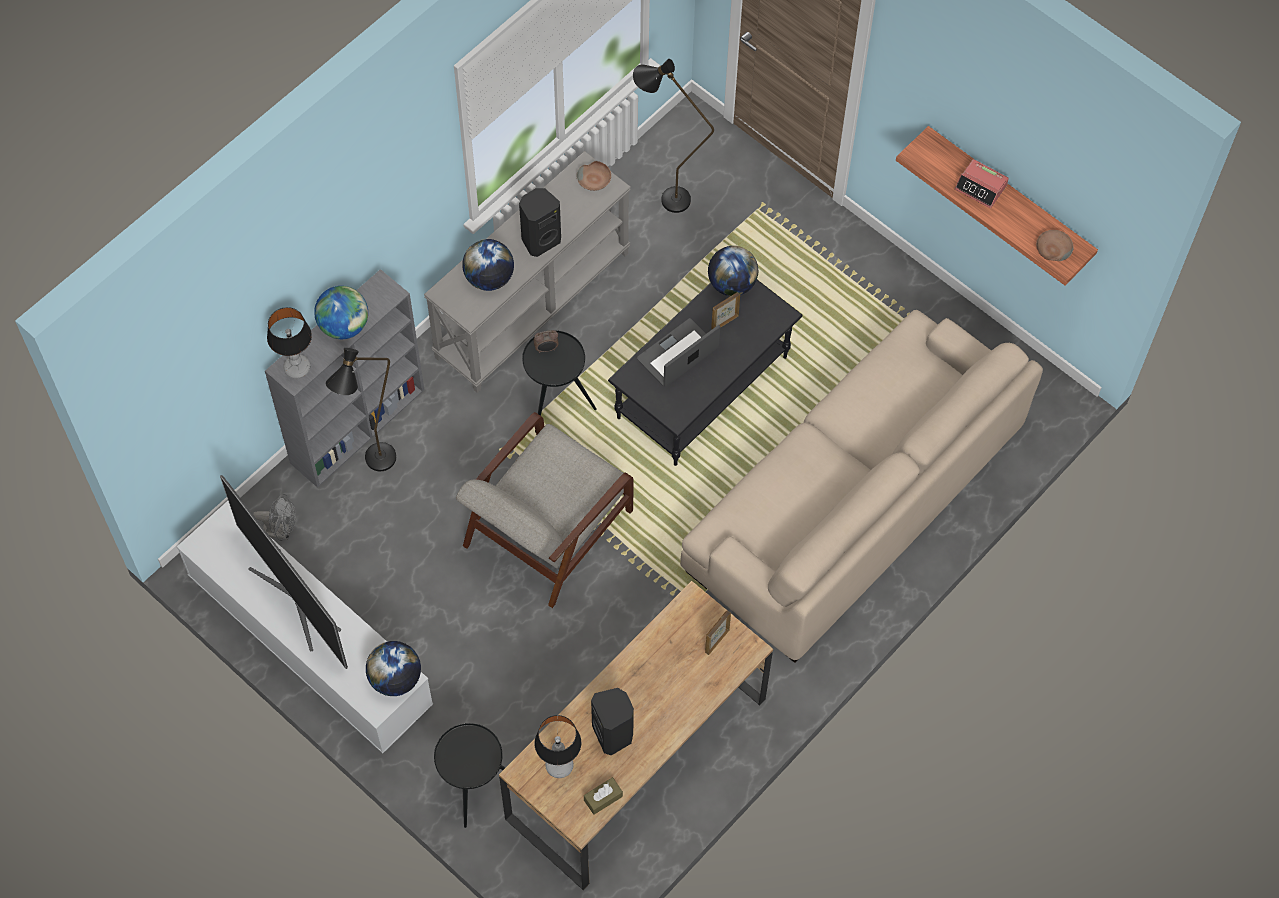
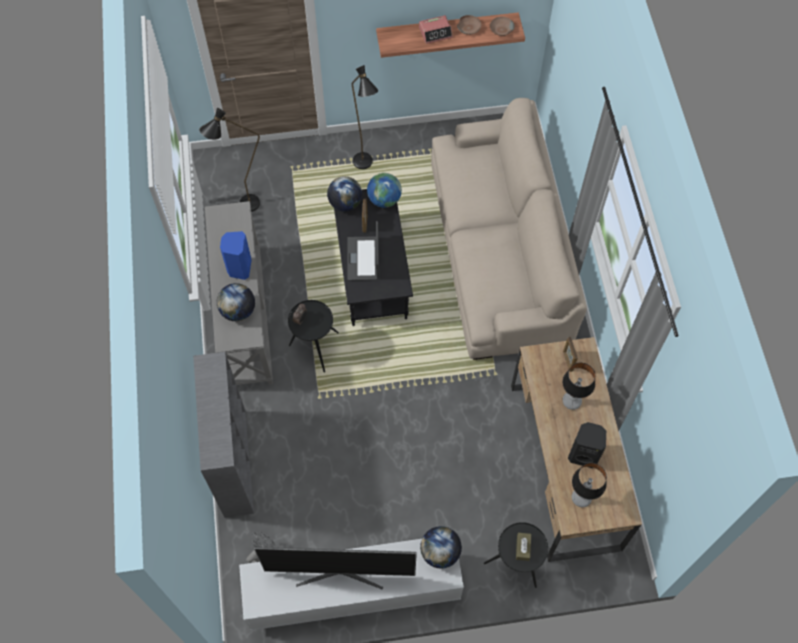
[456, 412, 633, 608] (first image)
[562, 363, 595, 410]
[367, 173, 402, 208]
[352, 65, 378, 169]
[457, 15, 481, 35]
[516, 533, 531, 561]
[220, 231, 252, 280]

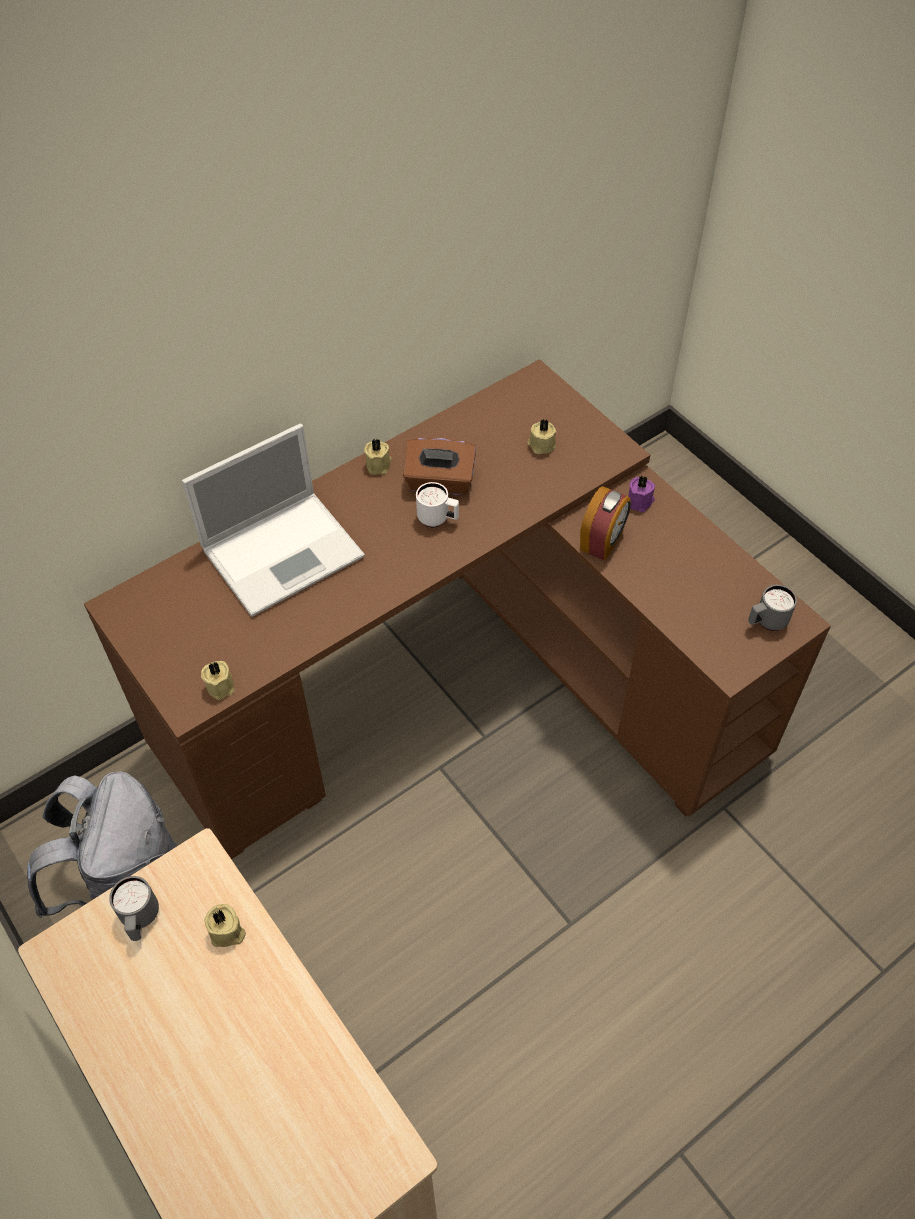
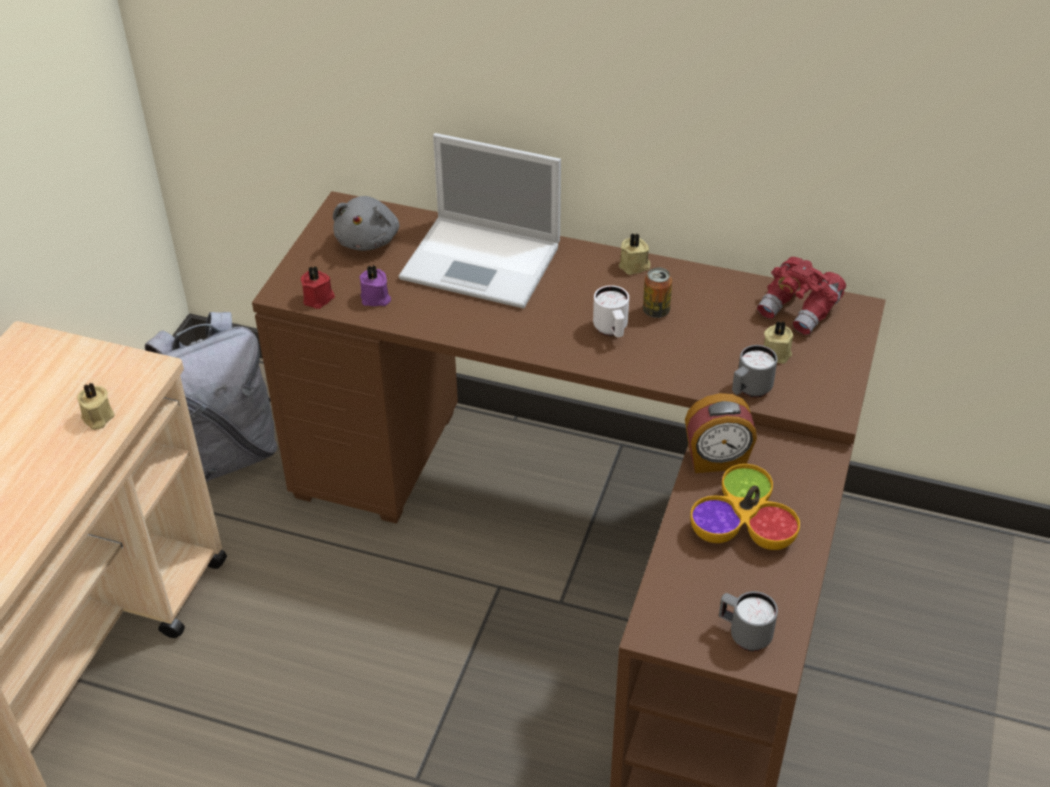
[333, 196, 399, 251]
[690, 464, 800, 550]
[757, 257, 846, 335]
[732, 345, 777, 398]
[359, 265, 391, 306]
[643, 267, 672, 318]
[301, 266, 335, 309]

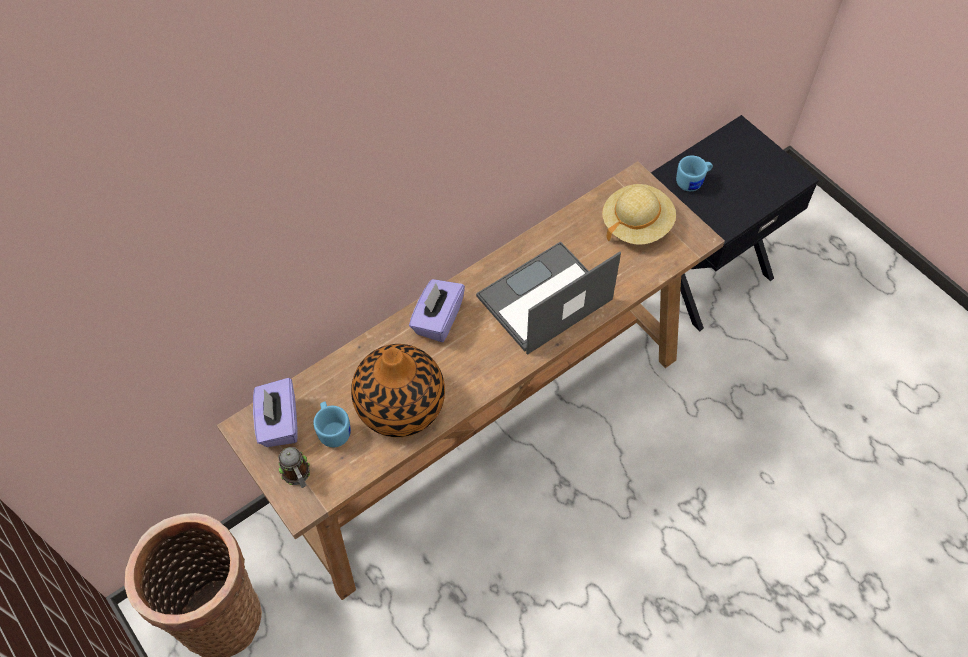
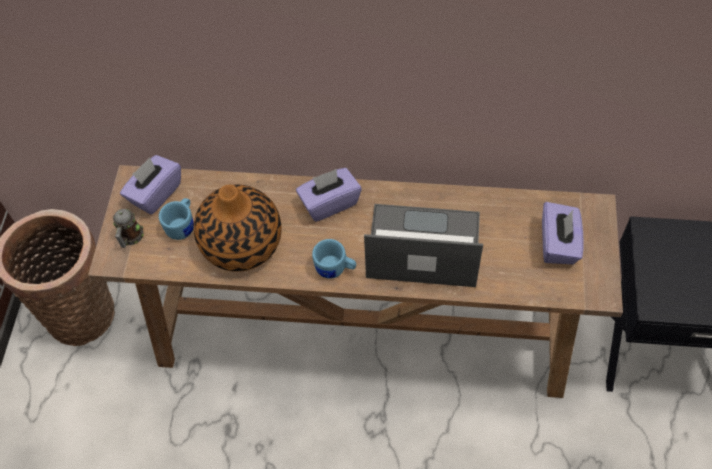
[312, 239, 356, 279]
[542, 202, 583, 264]

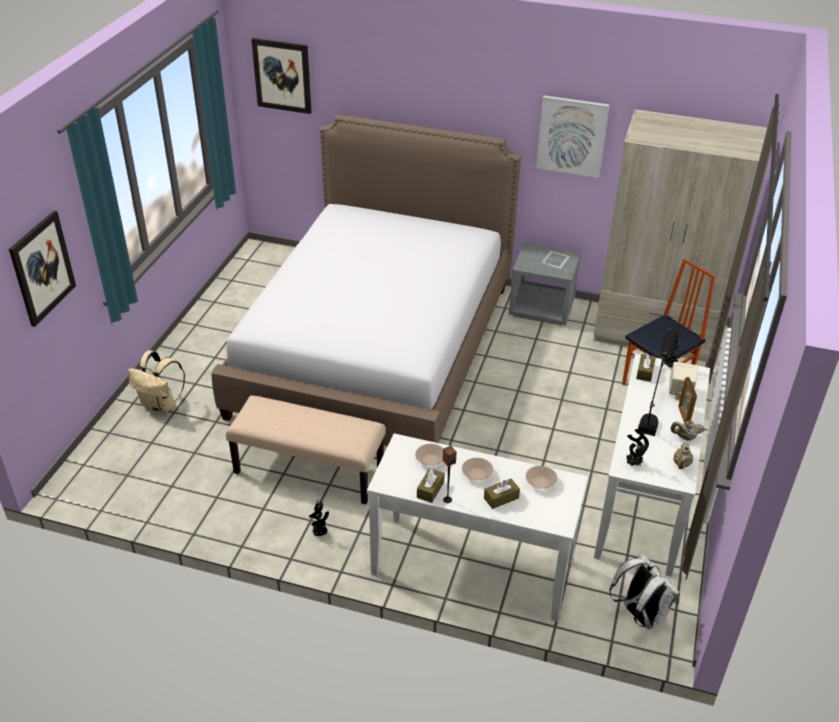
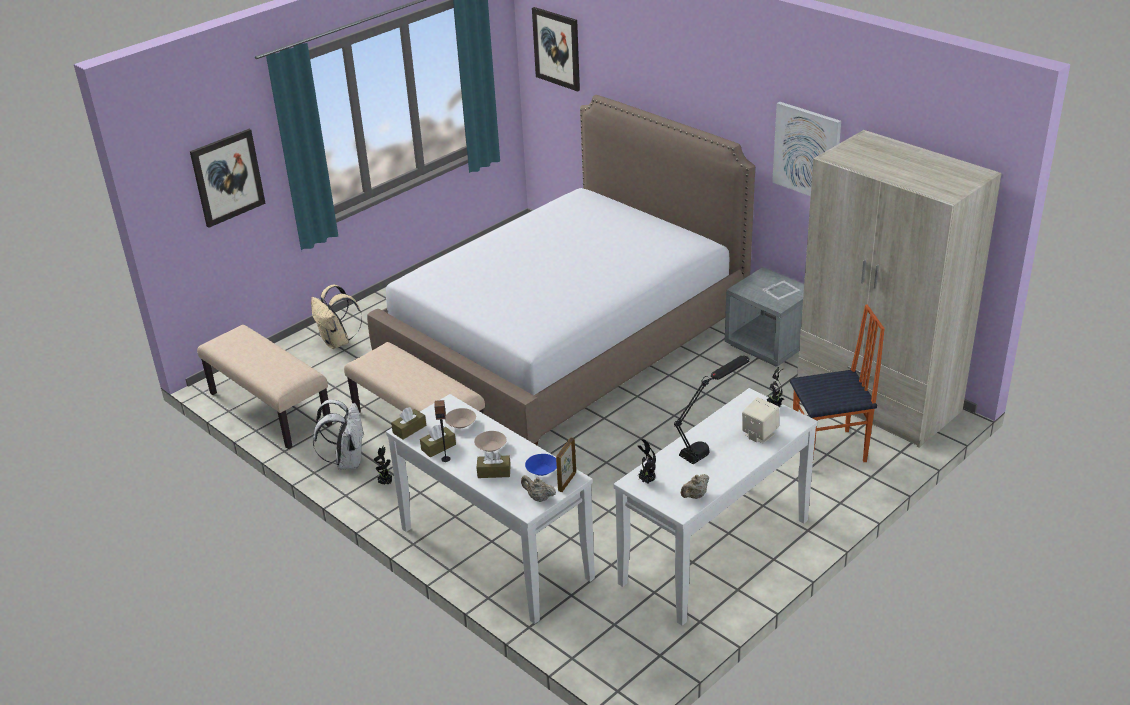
[197, 325, 332, 449]
[313, 400, 365, 470]
[391, 407, 426, 439]
[521, 475, 556, 502]
[556, 437, 576, 492]
[525, 454, 557, 476]

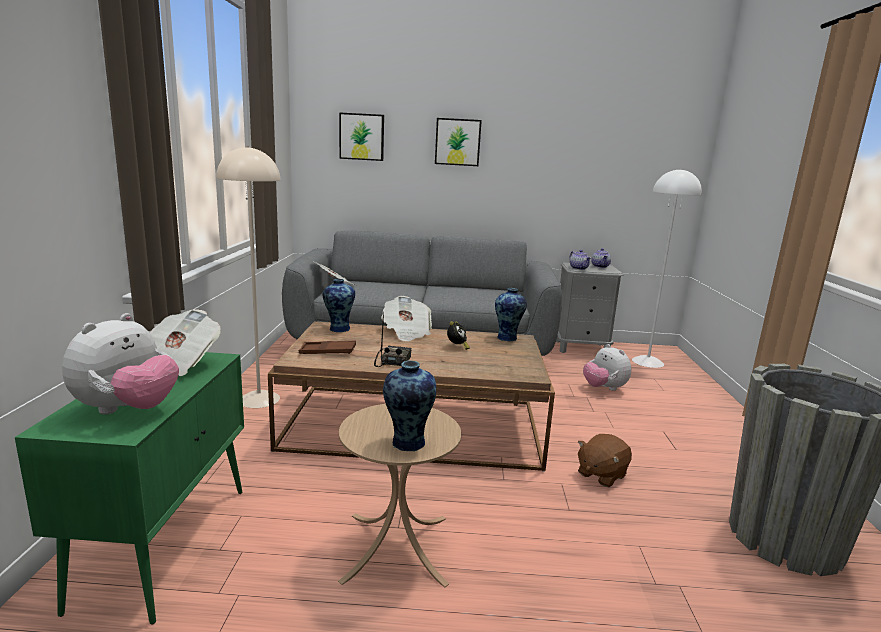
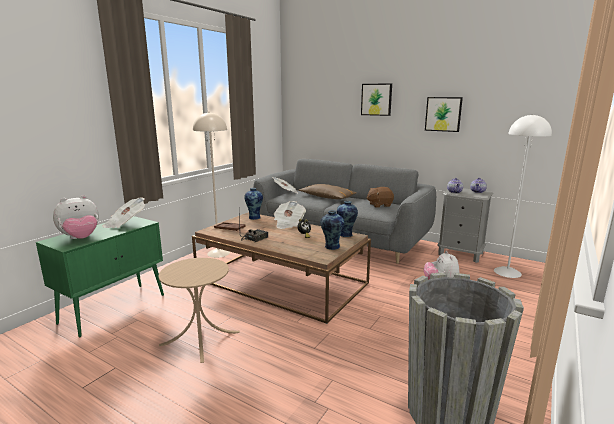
[298, 184, 357, 199]
[425, 97, 463, 132]
[320, 210, 344, 250]
[367, 187, 394, 208]

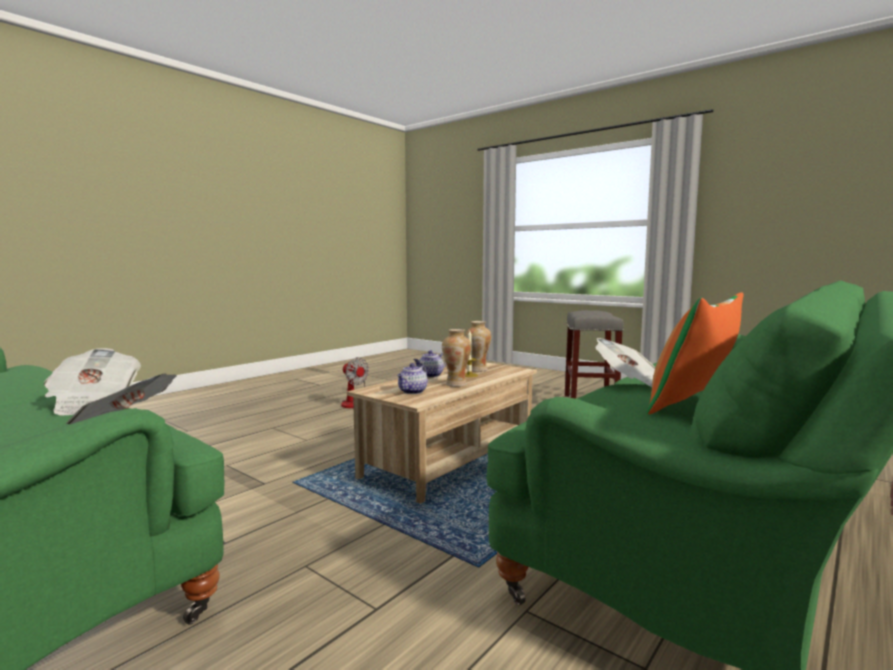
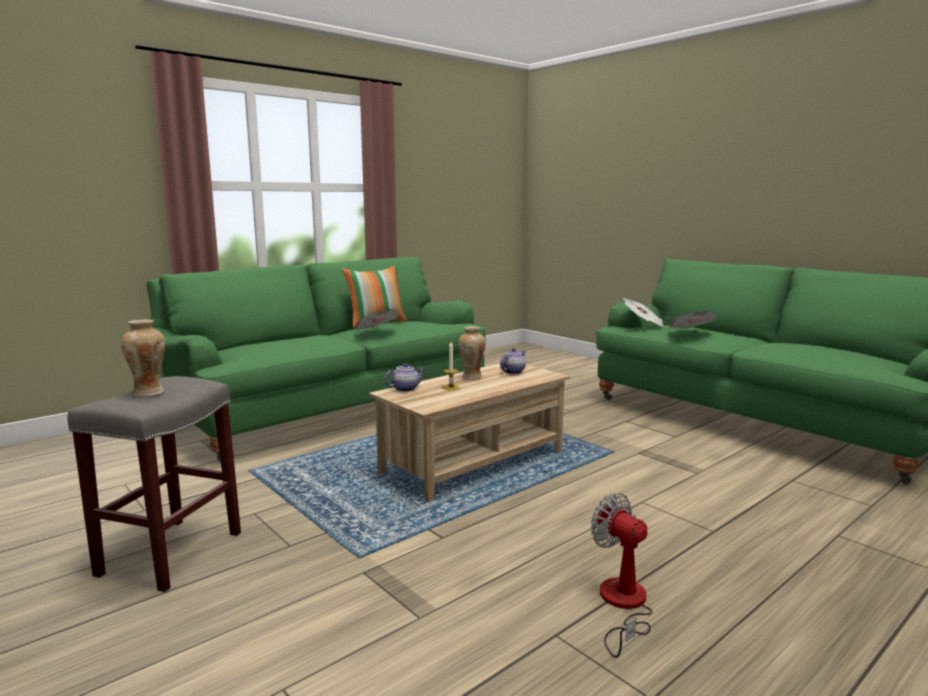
[384, 363, 425, 392]
[121, 320, 165, 397]

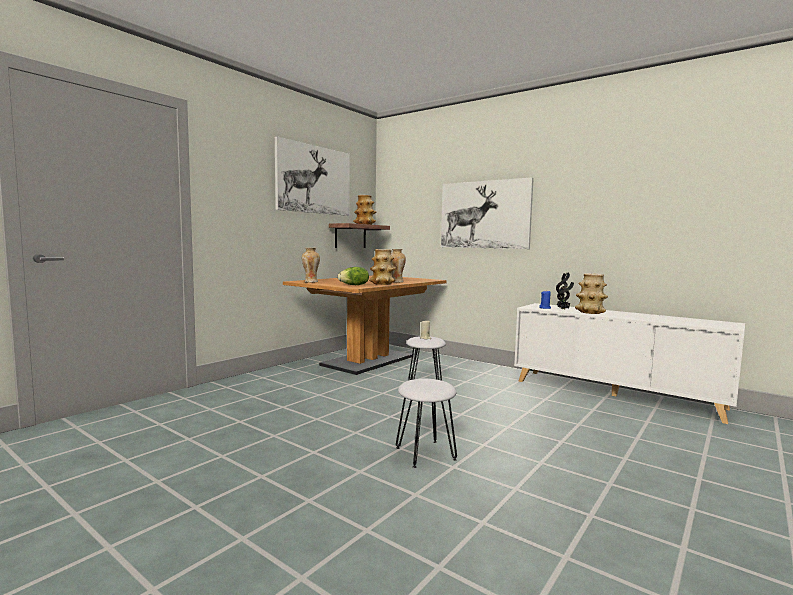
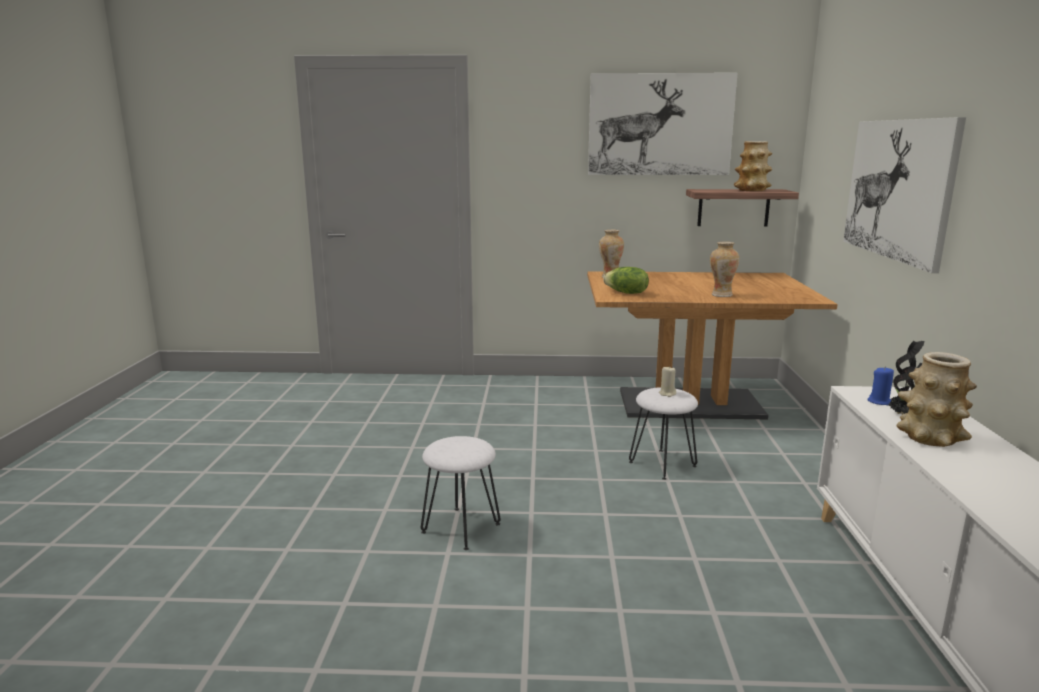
[369, 249, 396, 285] (first image)

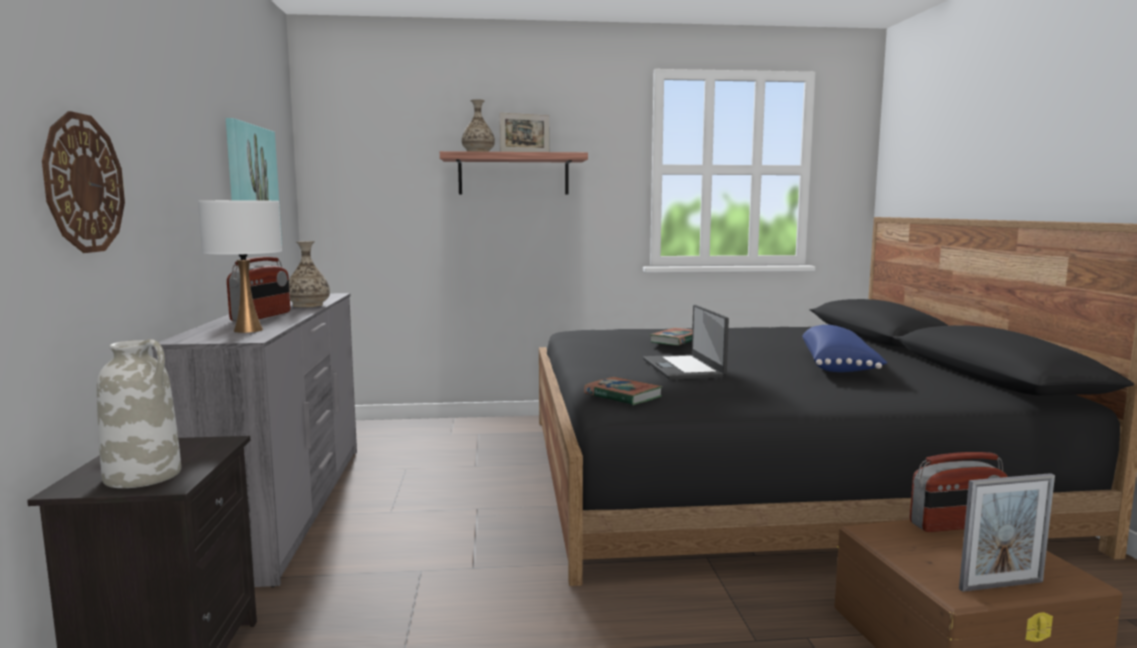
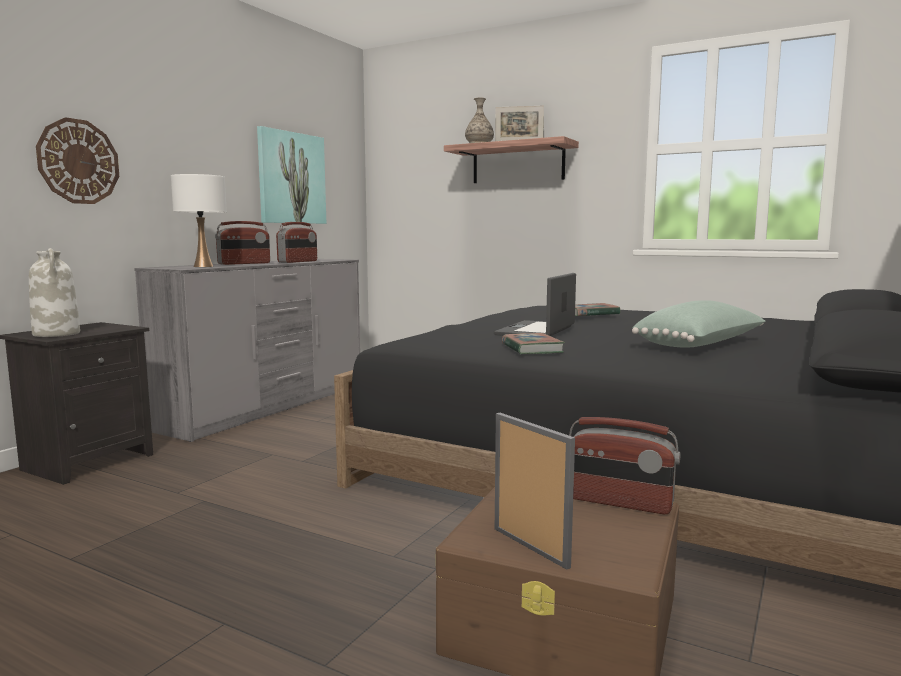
[502, 333, 565, 354]
[276, 222, 317, 263]
[632, 300, 766, 348]
[495, 413, 575, 570]

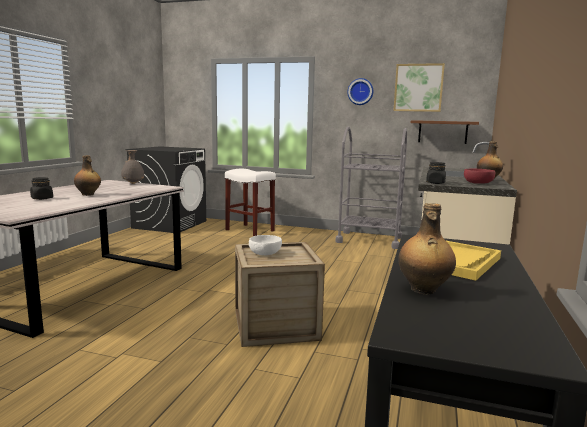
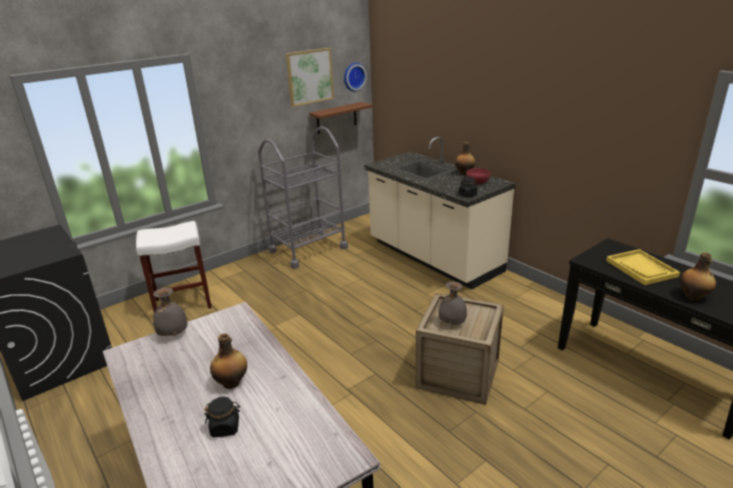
[344, 63, 367, 92]
[439, 282, 467, 325]

